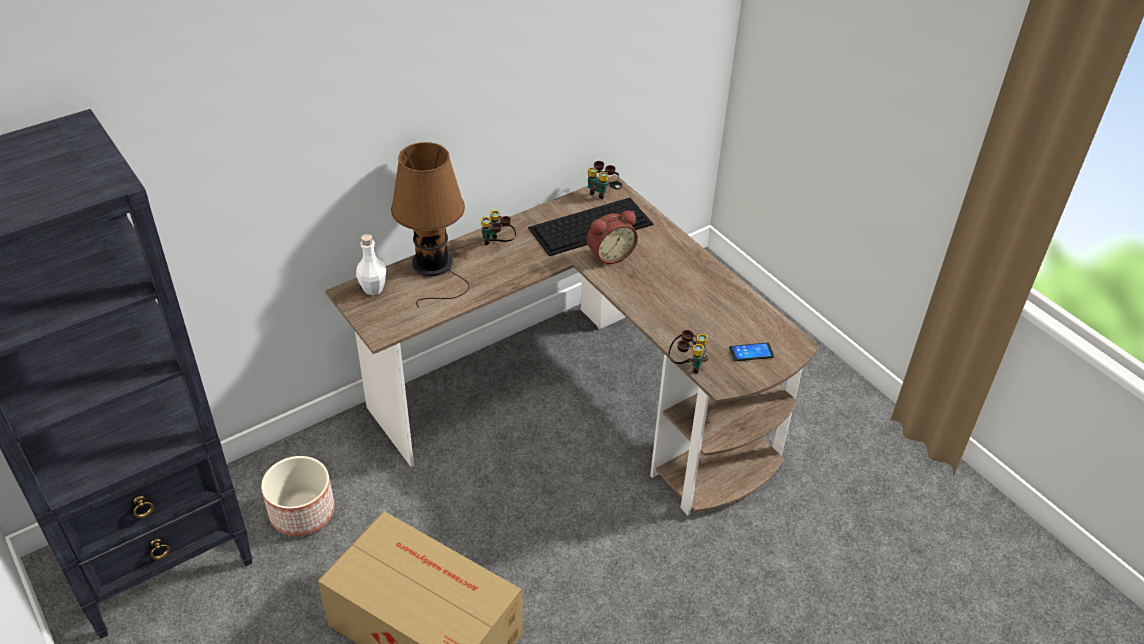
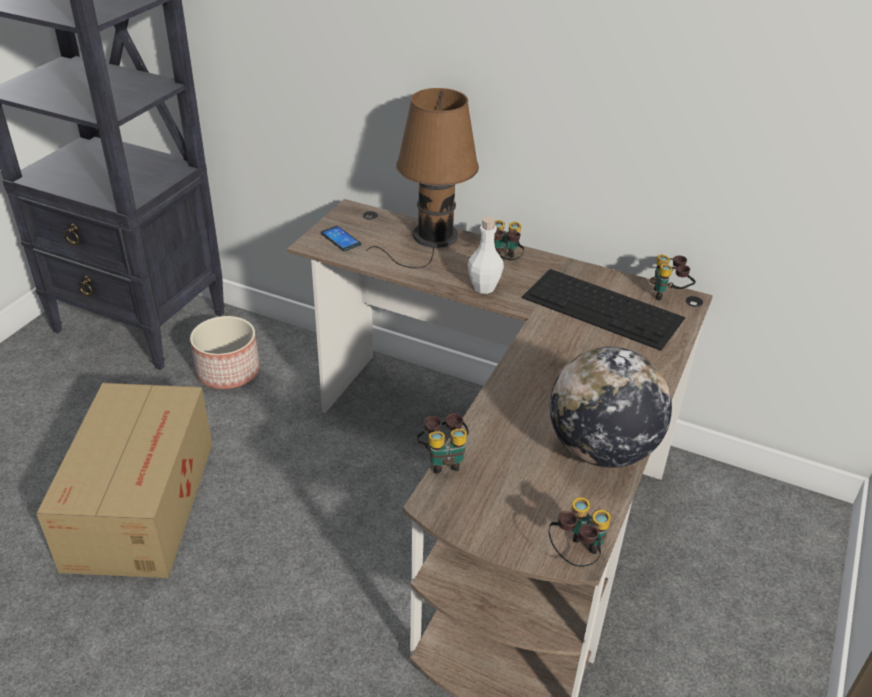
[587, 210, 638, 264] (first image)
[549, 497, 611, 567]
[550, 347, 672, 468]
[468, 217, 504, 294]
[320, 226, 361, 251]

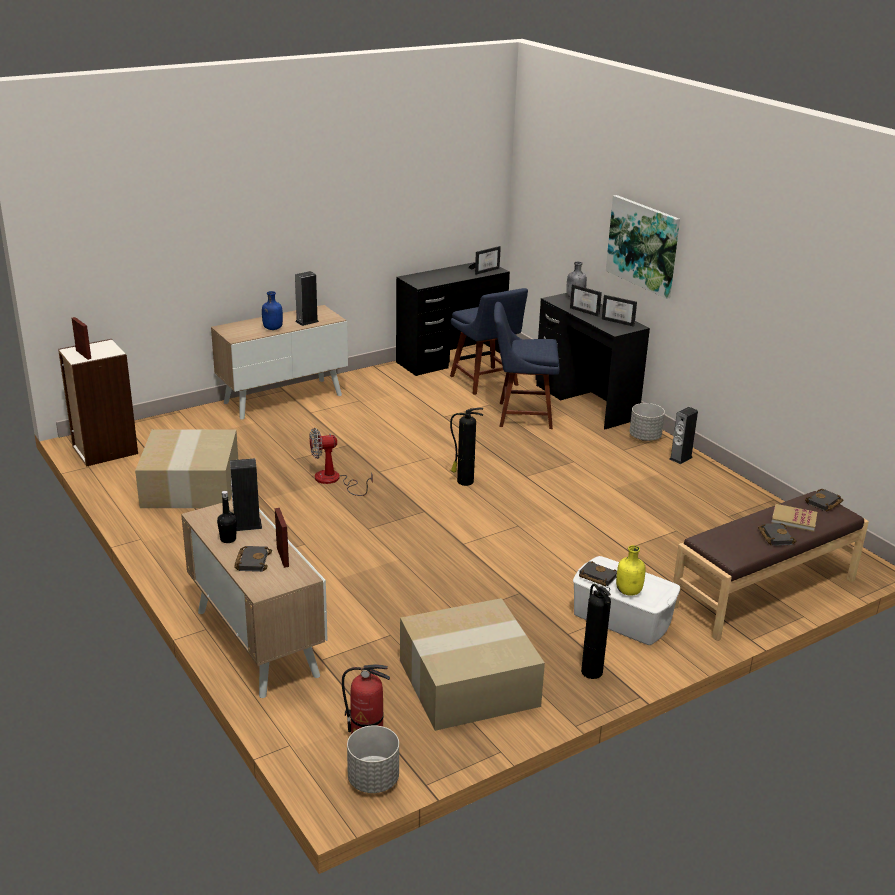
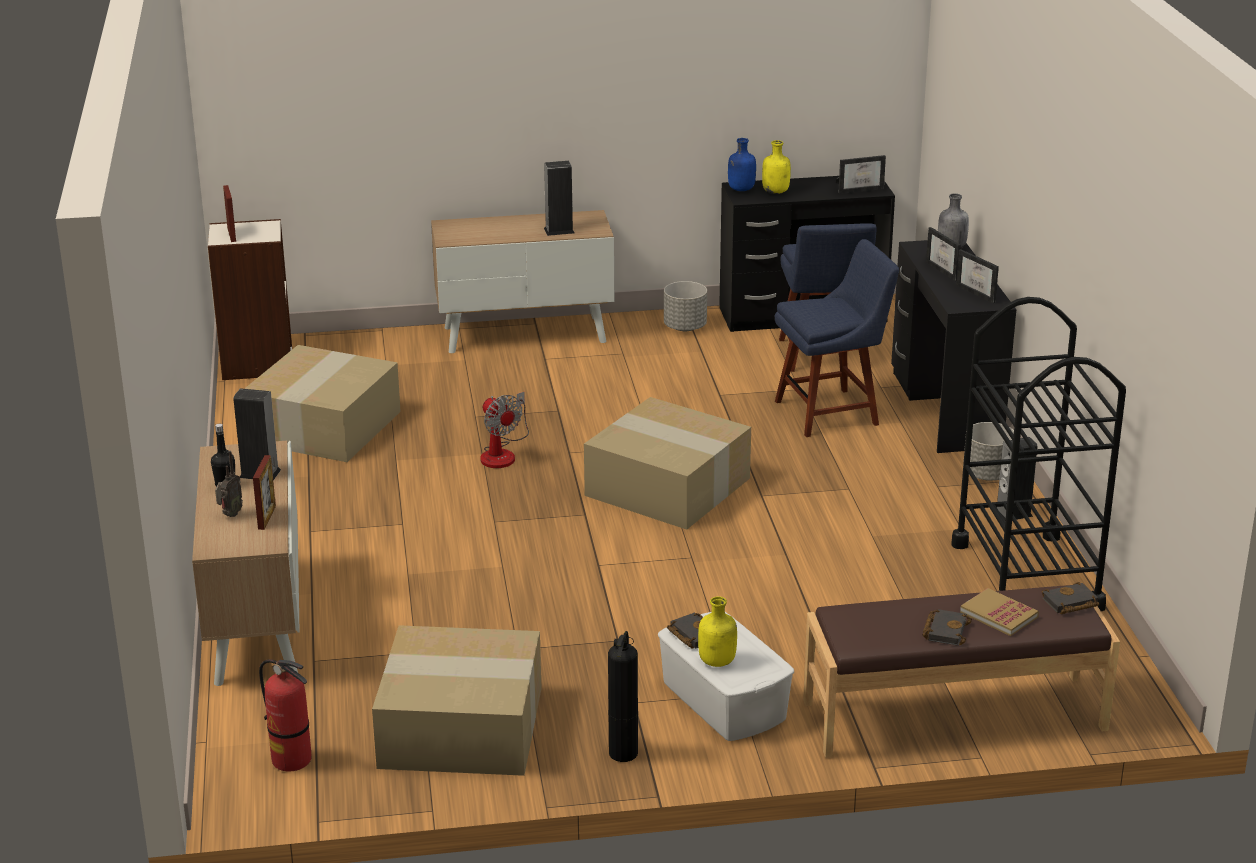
[606, 195, 680, 299] (first image)
[762, 140, 791, 194]
[951, 297, 1126, 611]
[728, 138, 756, 191]
[664, 281, 707, 331]
[215, 451, 243, 517]
[584, 397, 751, 530]
[480, 392, 529, 468]
[775, 239, 899, 437]

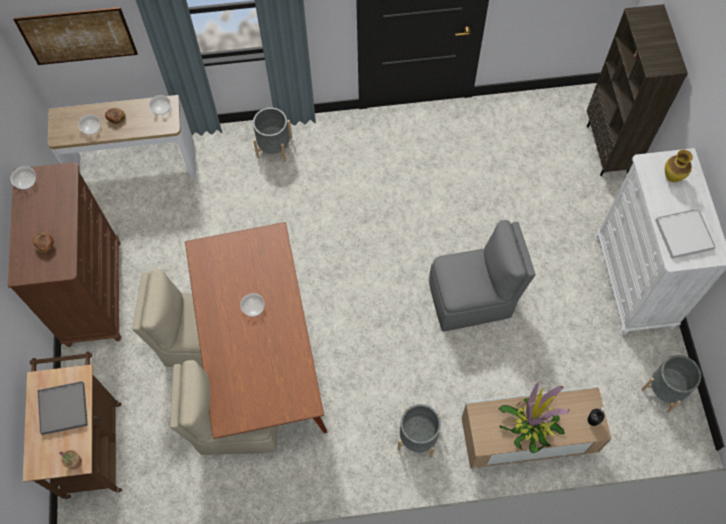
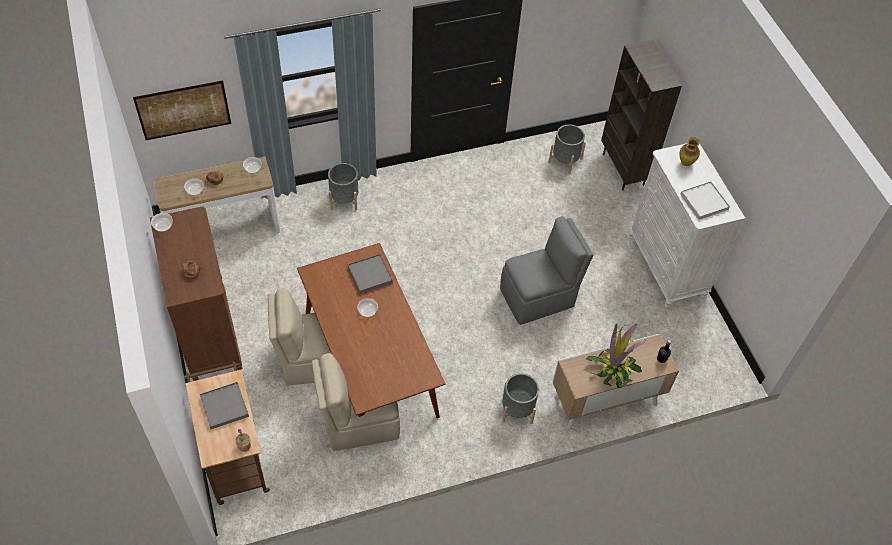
[348, 254, 393, 294]
[548, 124, 586, 174]

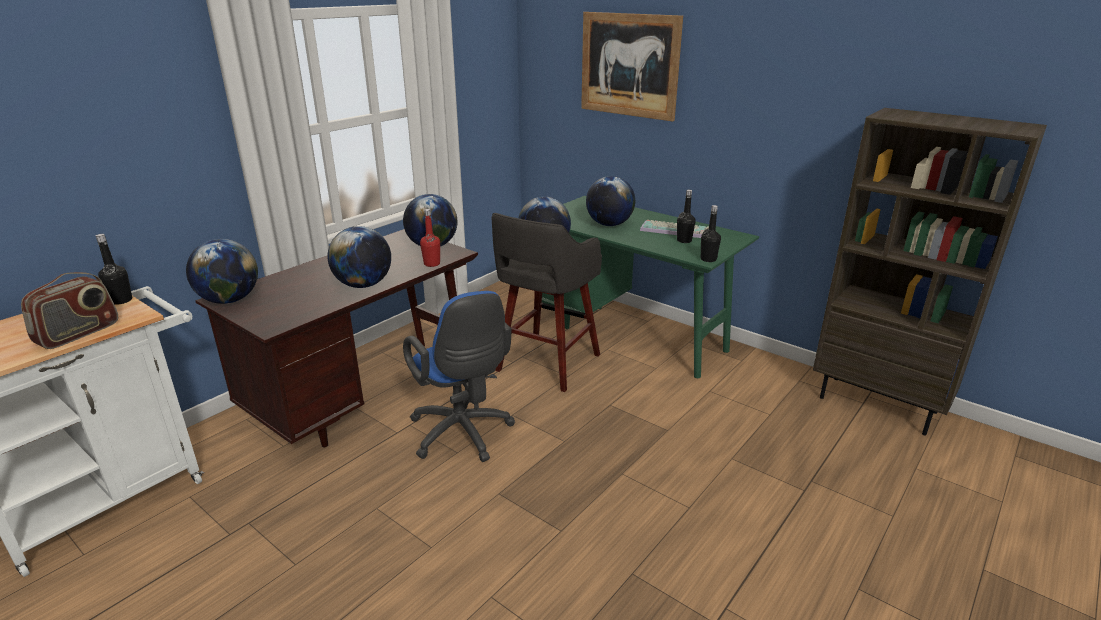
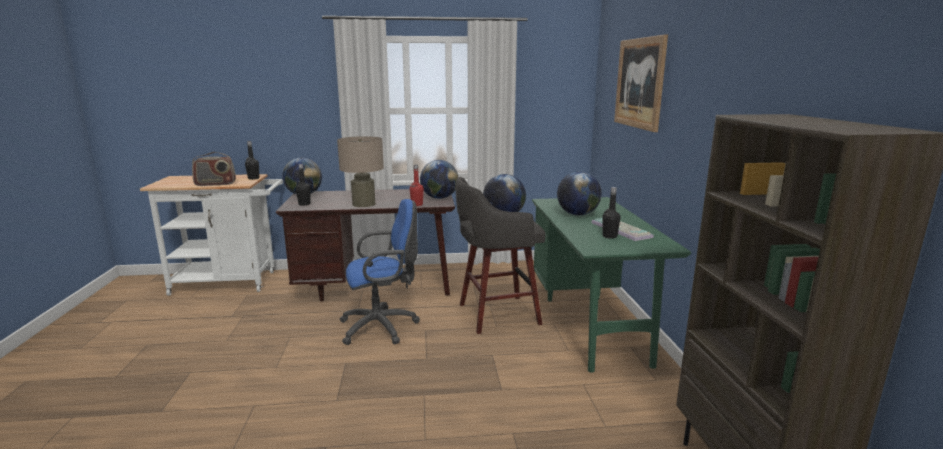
[296, 164, 311, 206]
[337, 136, 384, 207]
[340, 199, 420, 345]

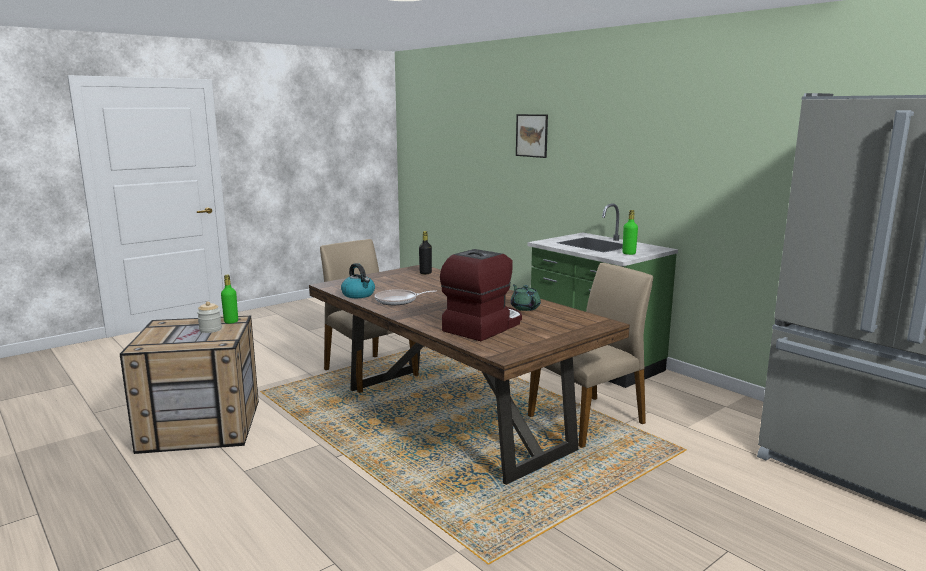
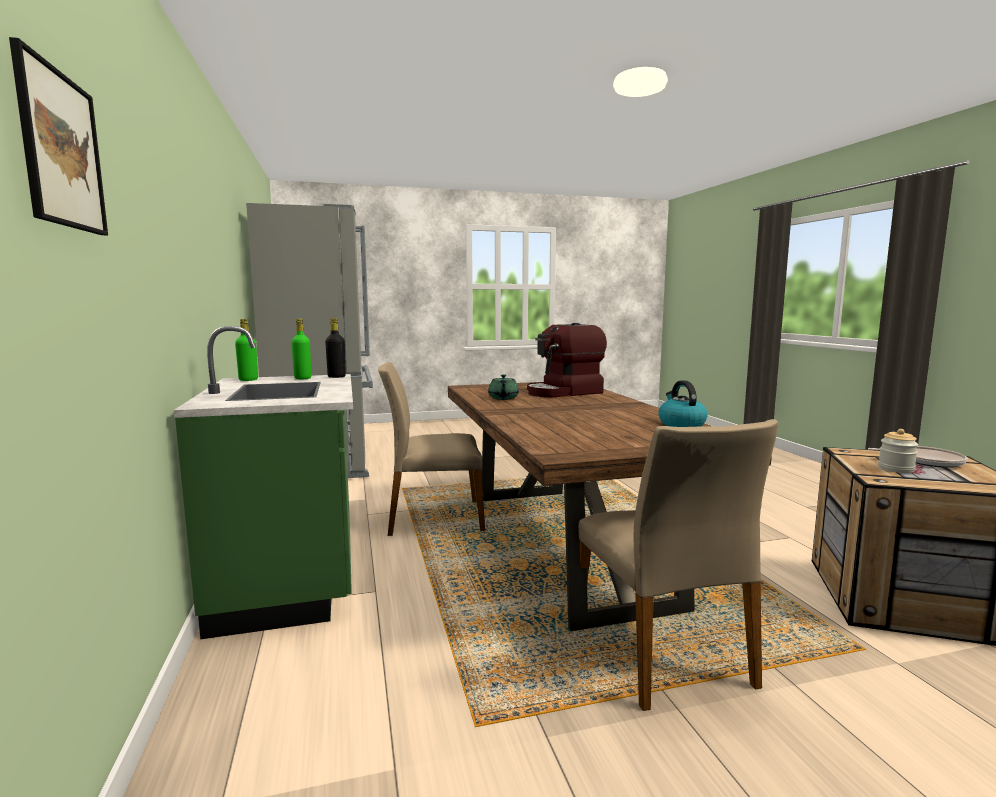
[235, 319, 258, 381]
[868, 446, 967, 468]
[325, 318, 346, 378]

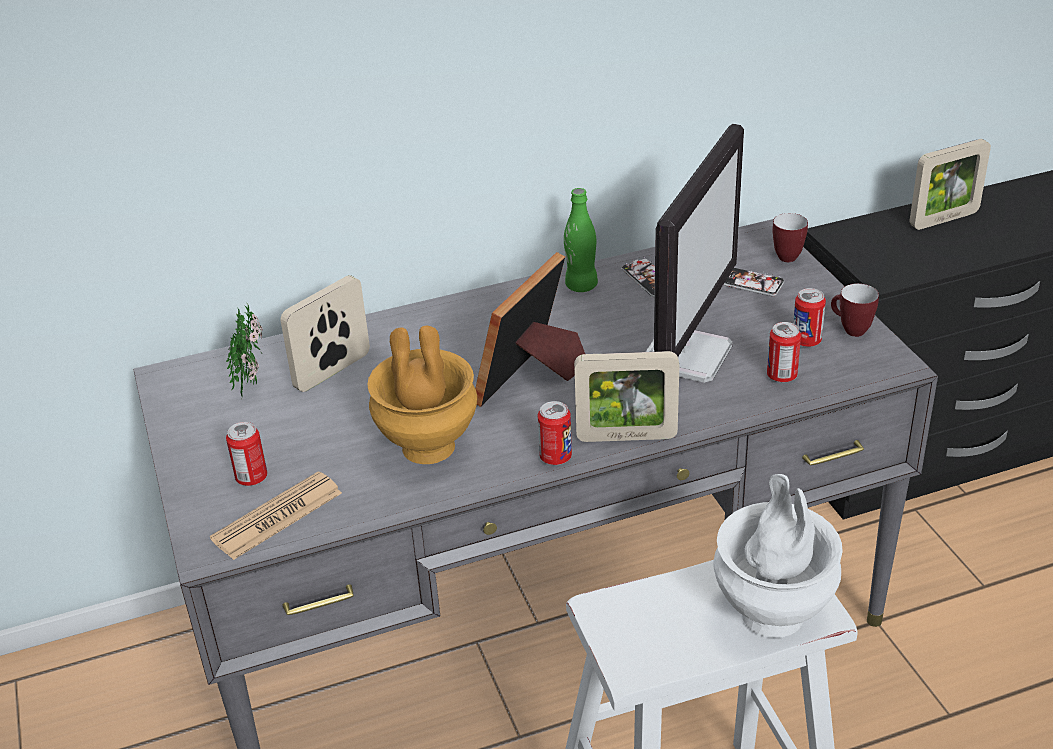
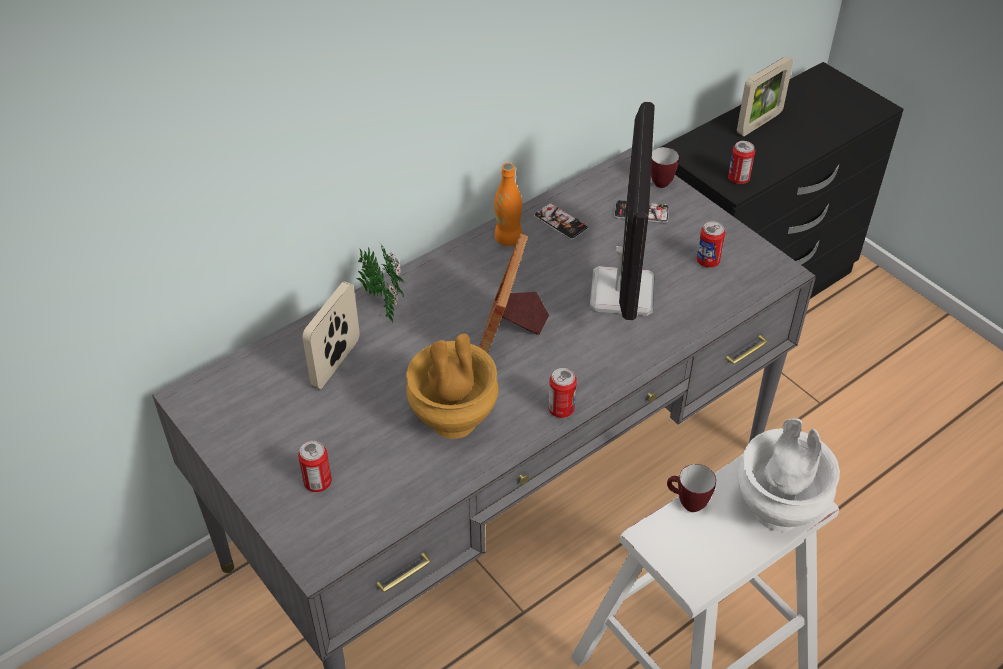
[210, 471, 342, 560] (first image)
[574, 351, 679, 442] (first image)
[356, 242, 404, 323]
[728, 141, 755, 184]
[667, 464, 716, 512]
[494, 163, 522, 246]

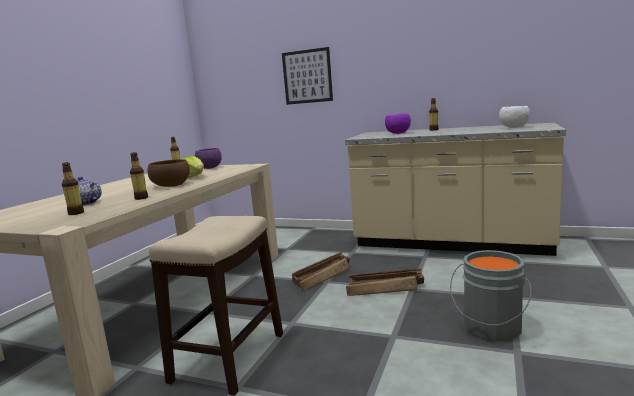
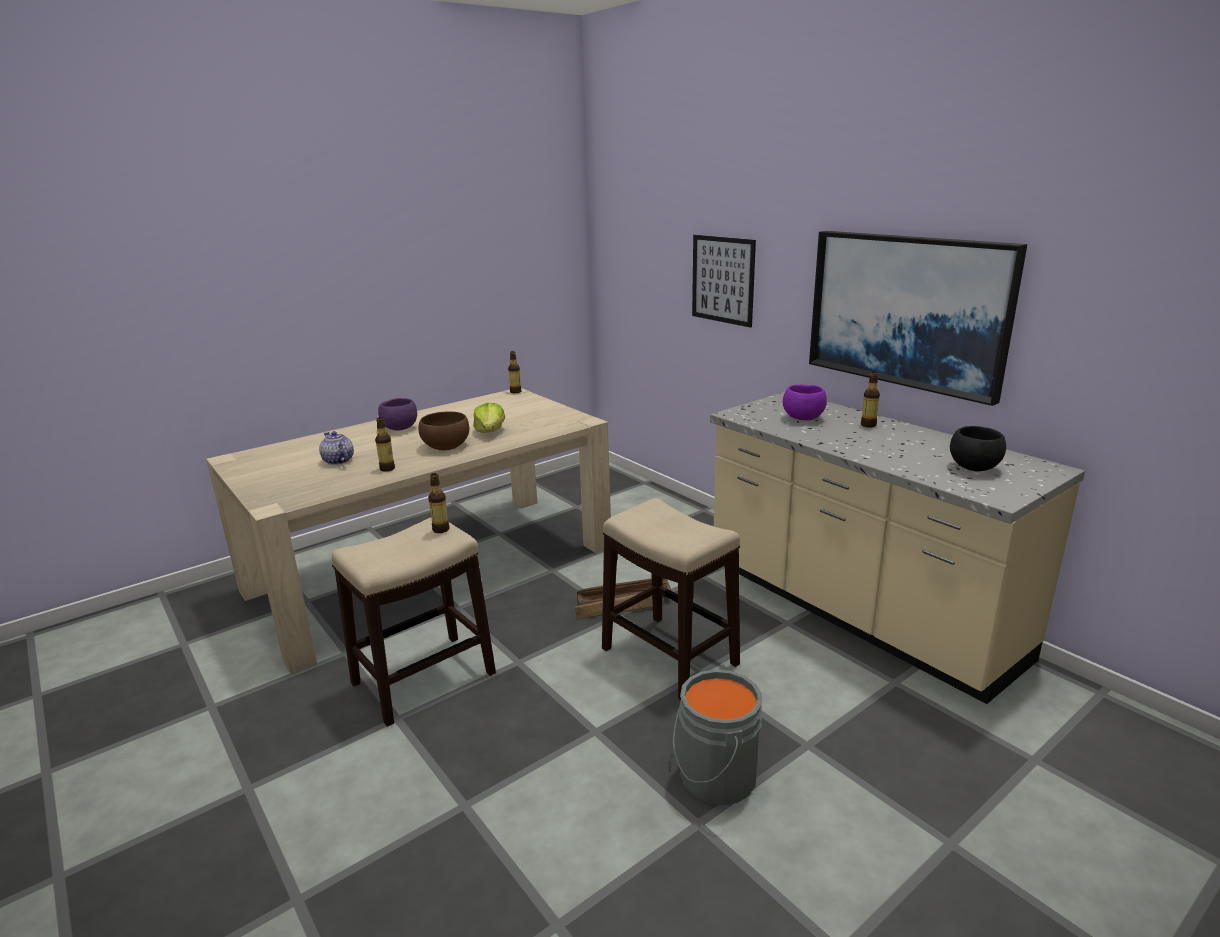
[809, 231, 1027, 406]
[428, 473, 449, 533]
[378, 398, 417, 431]
[602, 498, 740, 700]
[950, 426, 1006, 472]

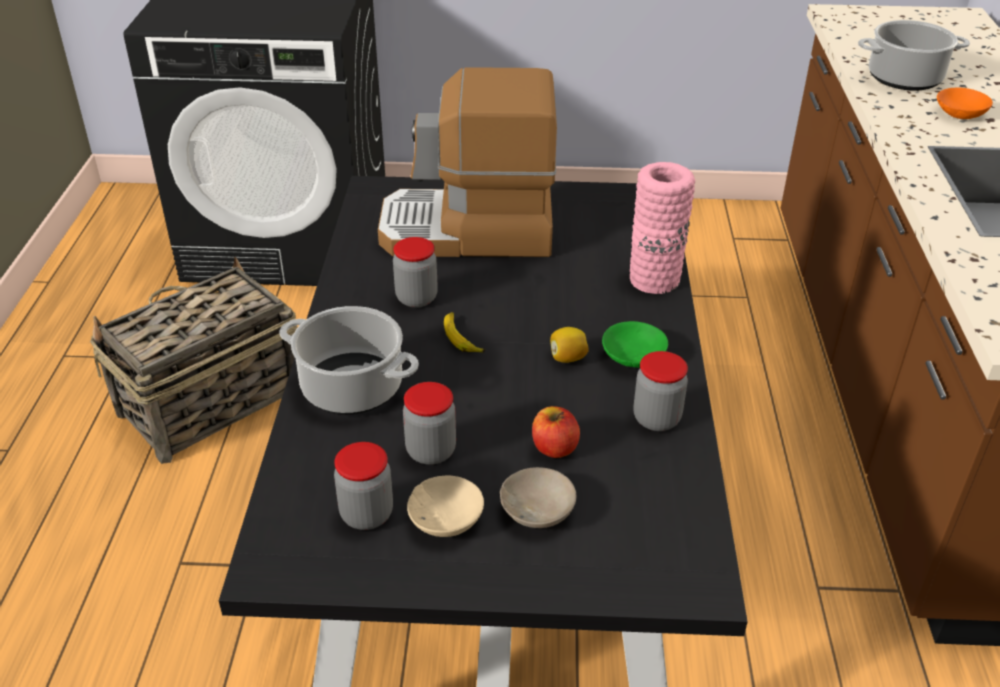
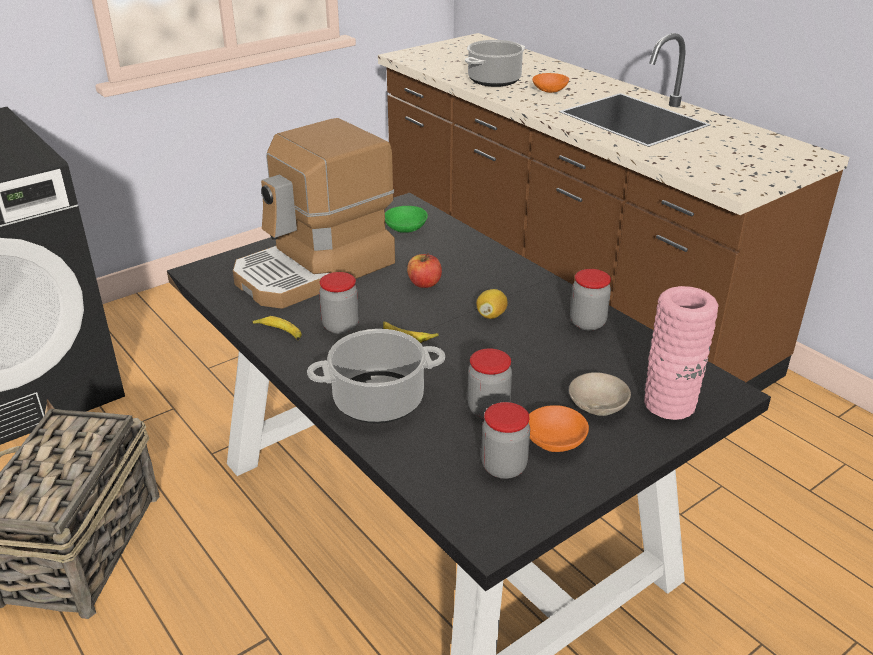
[252, 316, 302, 340]
[407, 253, 442, 288]
[385, 206, 428, 233]
[644, 286, 719, 420]
[529, 405, 589, 452]

